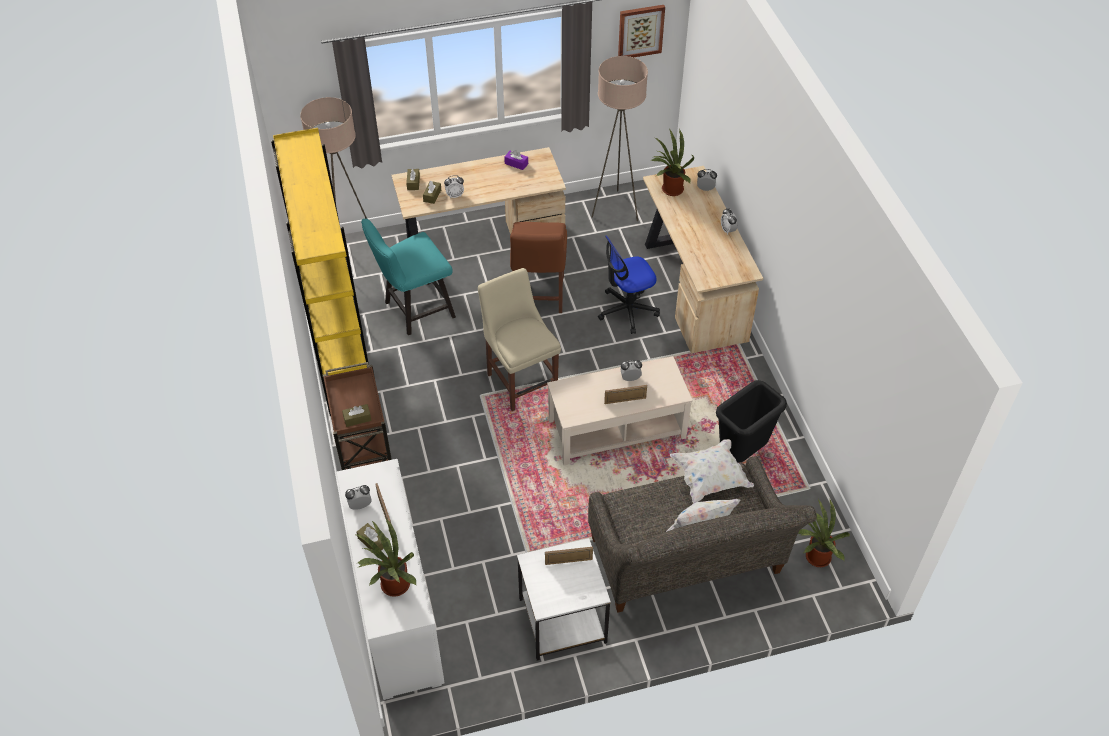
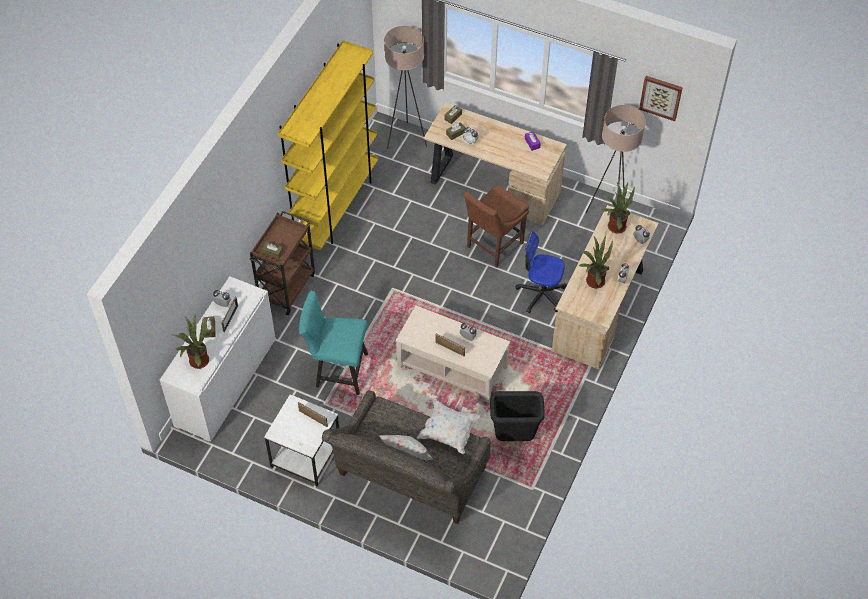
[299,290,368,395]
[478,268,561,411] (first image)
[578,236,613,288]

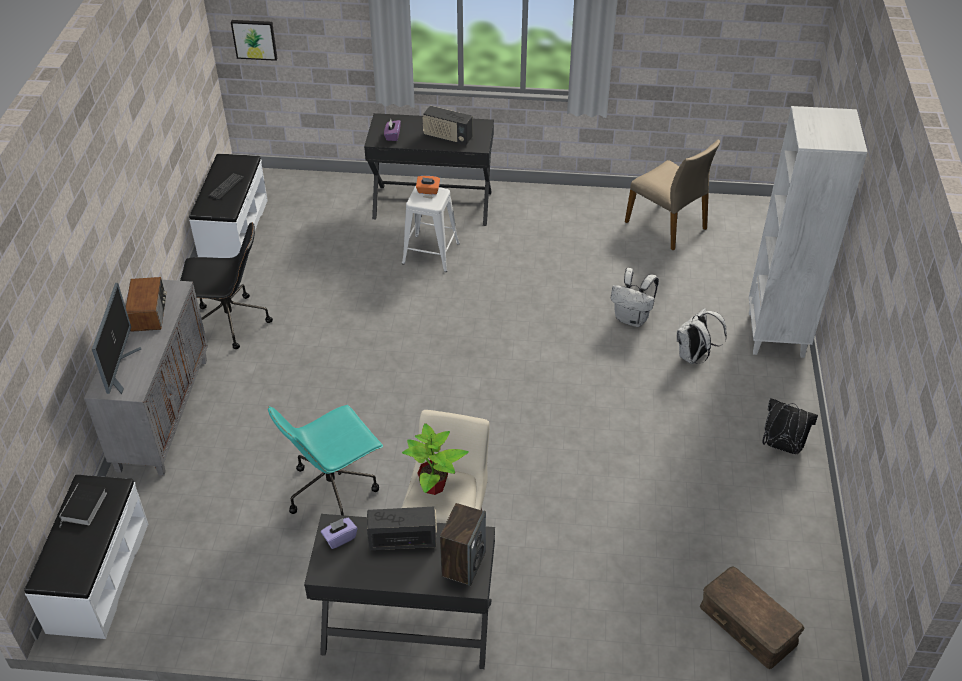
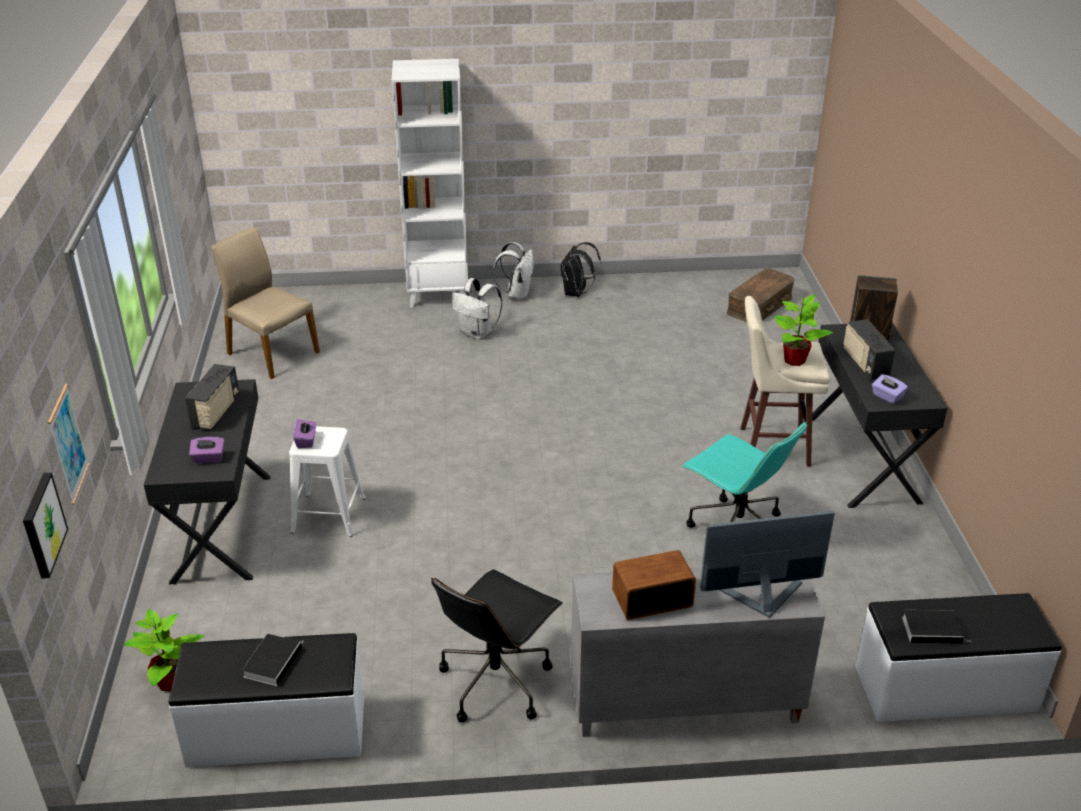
[211,228,320,379]
[242,634,304,686]
[293,419,316,448]
[431,569,563,723]
[493,242,534,300]
[48,384,90,505]
[123,609,204,691]

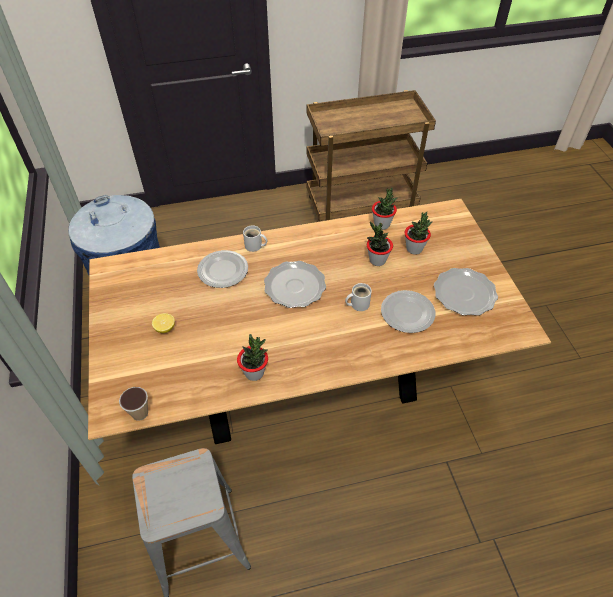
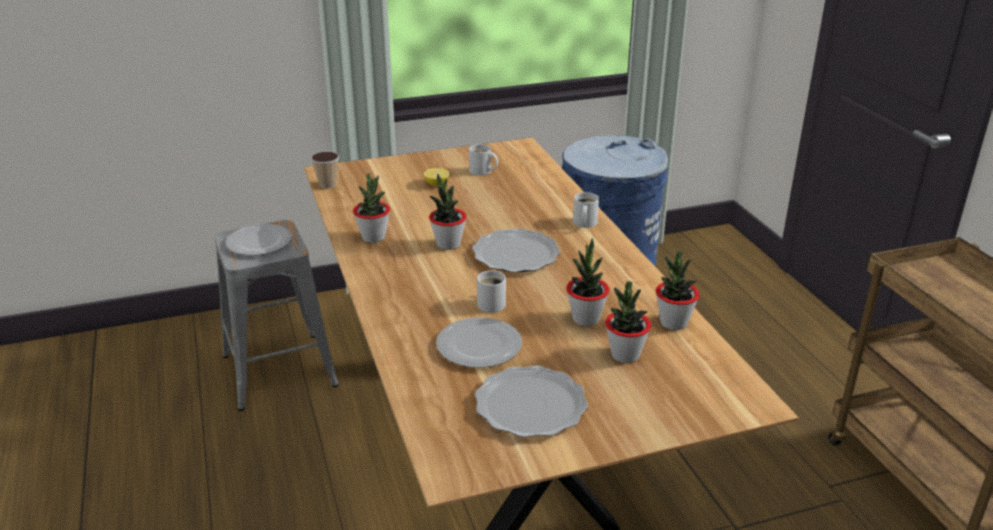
[226,224,292,256]
[469,144,498,176]
[429,173,467,250]

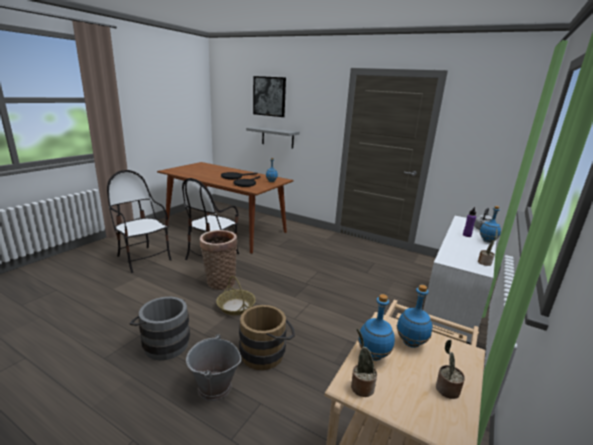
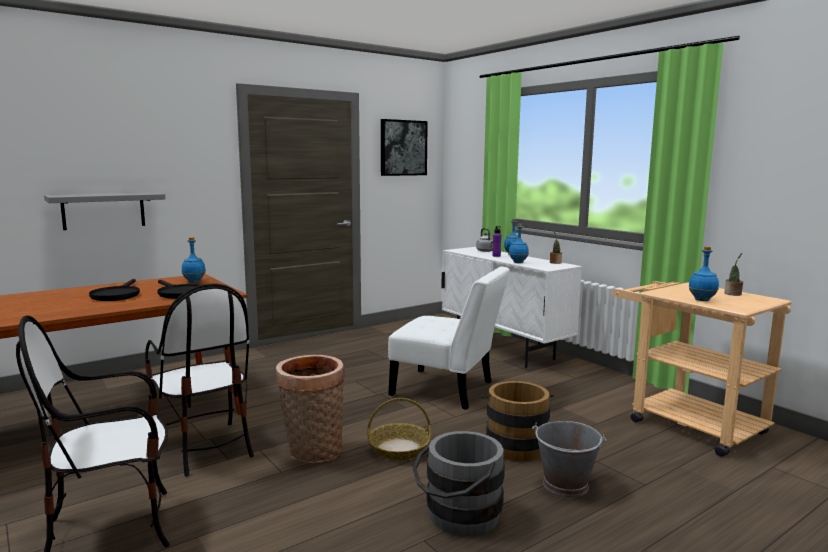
[381,119,428,176]
[509,224,529,263]
[351,329,377,397] (first image)
[388,266,510,410]

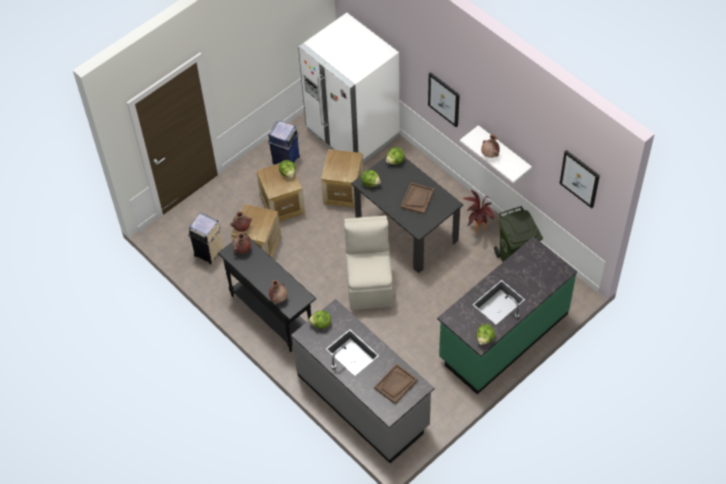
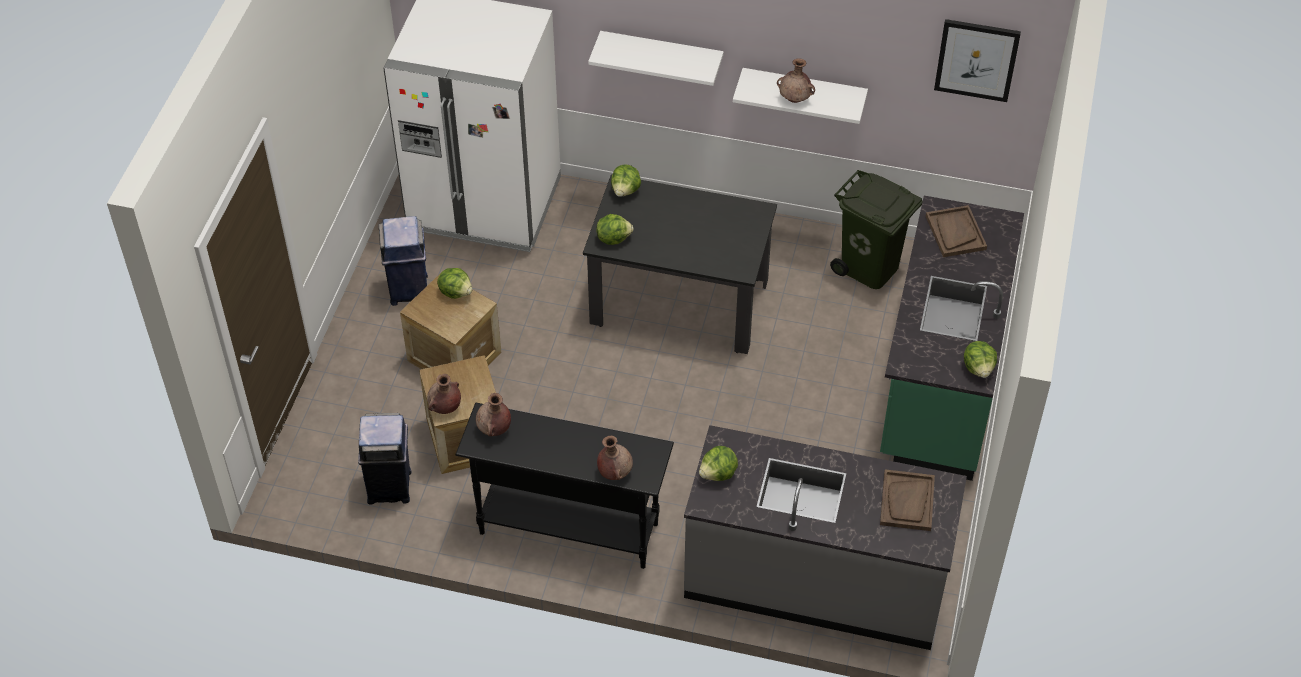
[588,31,724,86]
[321,149,363,208] (first image)
[926,205,987,257]
[463,190,494,233] (first image)
[358,413,412,505]
[344,215,393,310] (first image)

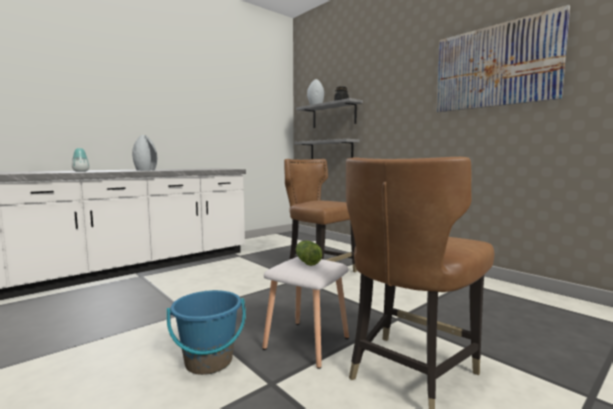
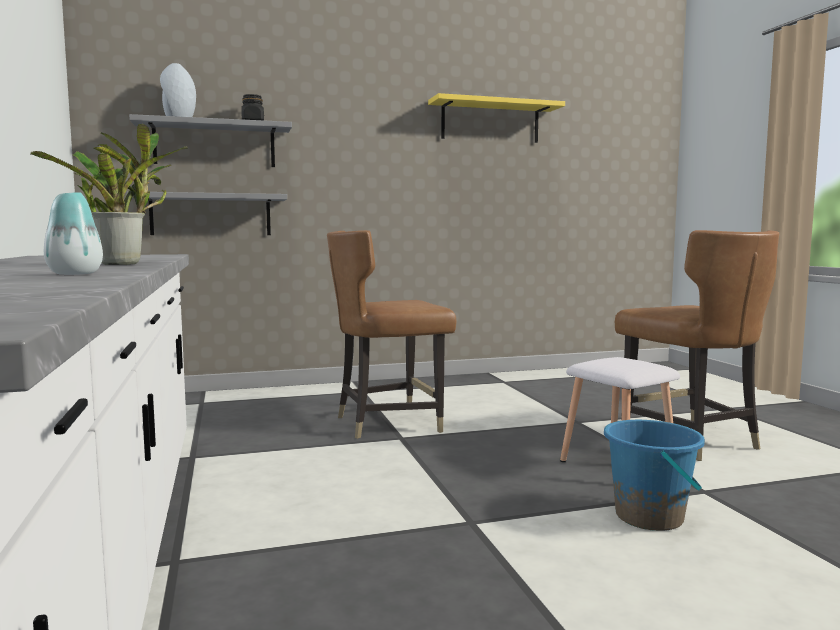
[428,93,565,143]
[30,123,188,265]
[296,240,322,266] (first image)

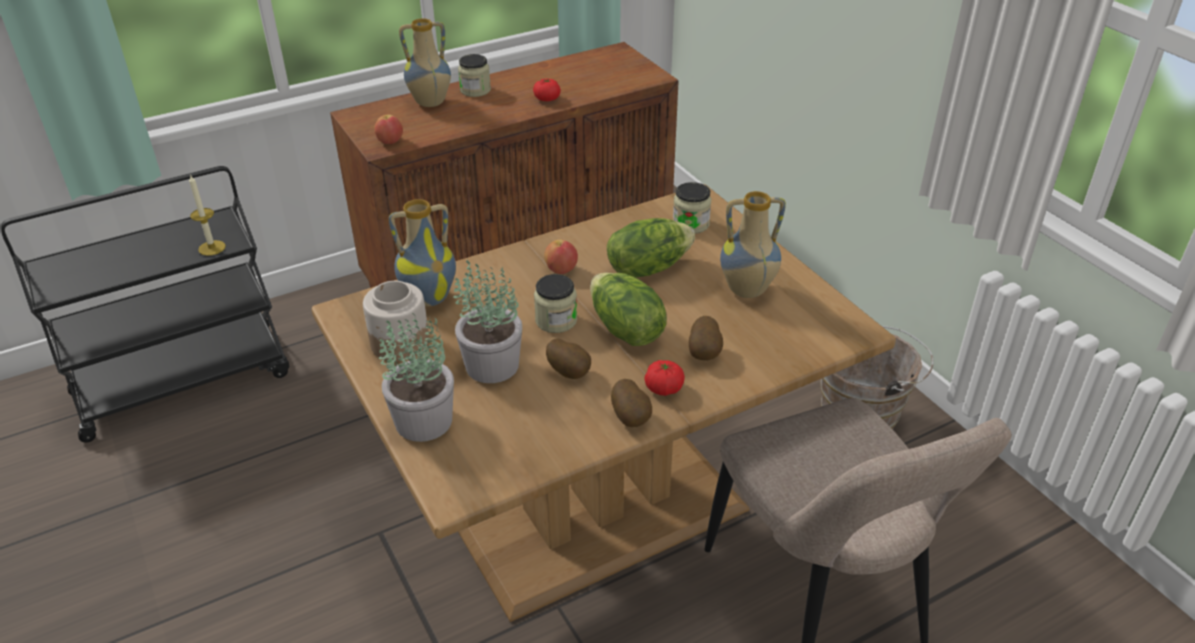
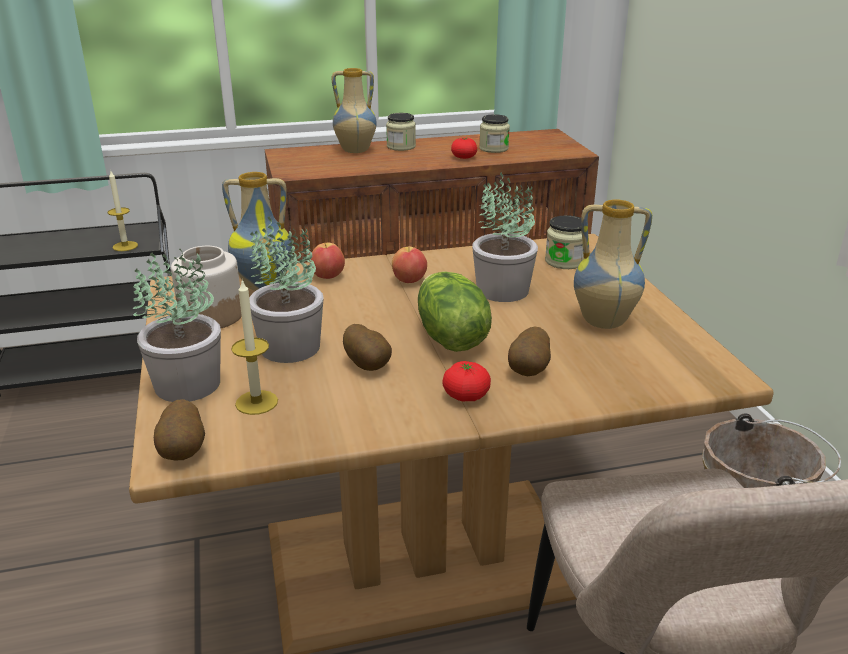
[309,243,345,279]
[472,172,538,302]
[479,114,510,153]
[154,399,205,460]
[231,279,278,415]

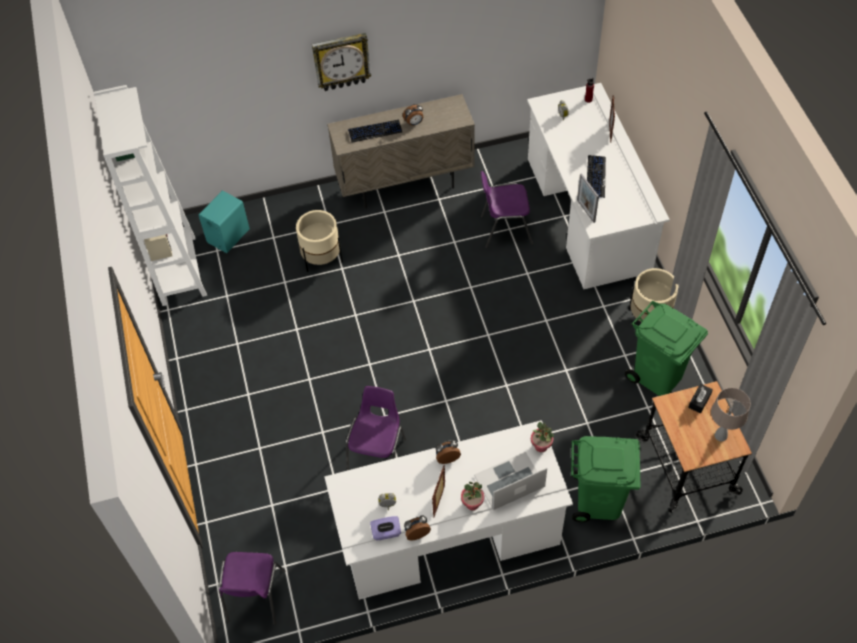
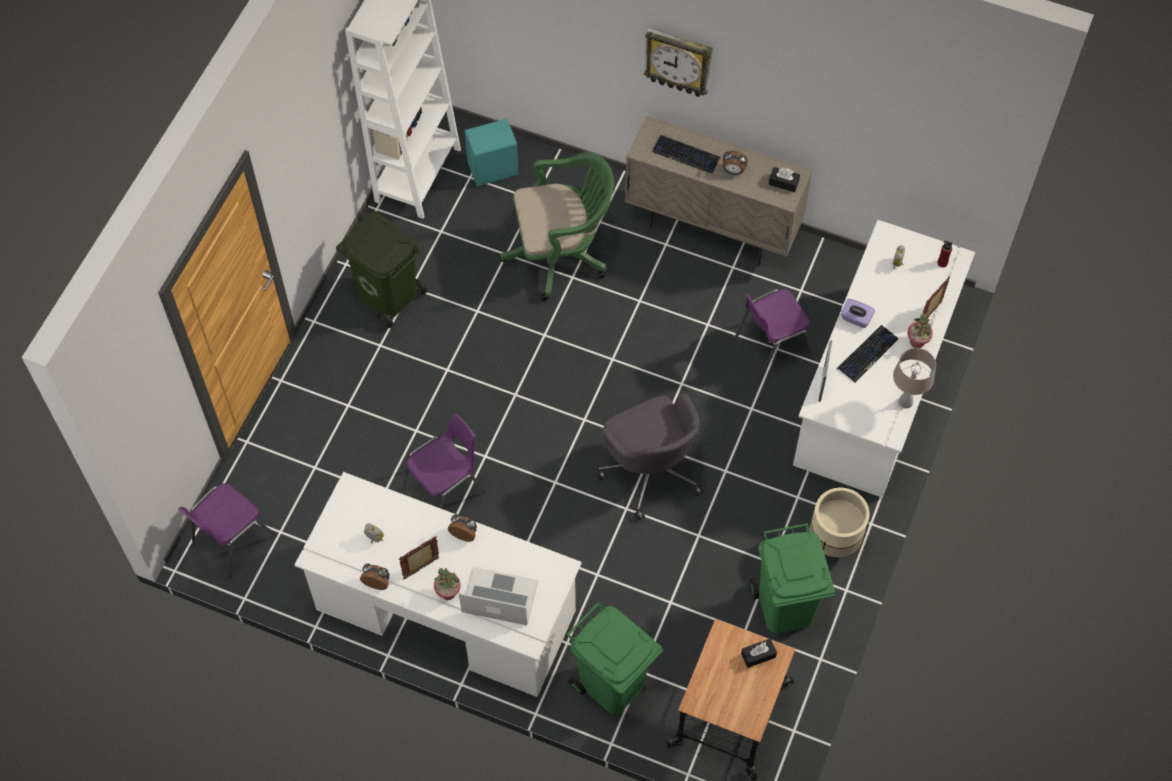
[734,289,813,378]
[500,152,614,301]
[893,348,936,408]
[907,314,933,348]
[841,299,875,328]
[769,167,800,192]
[336,211,427,328]
[597,393,703,520]

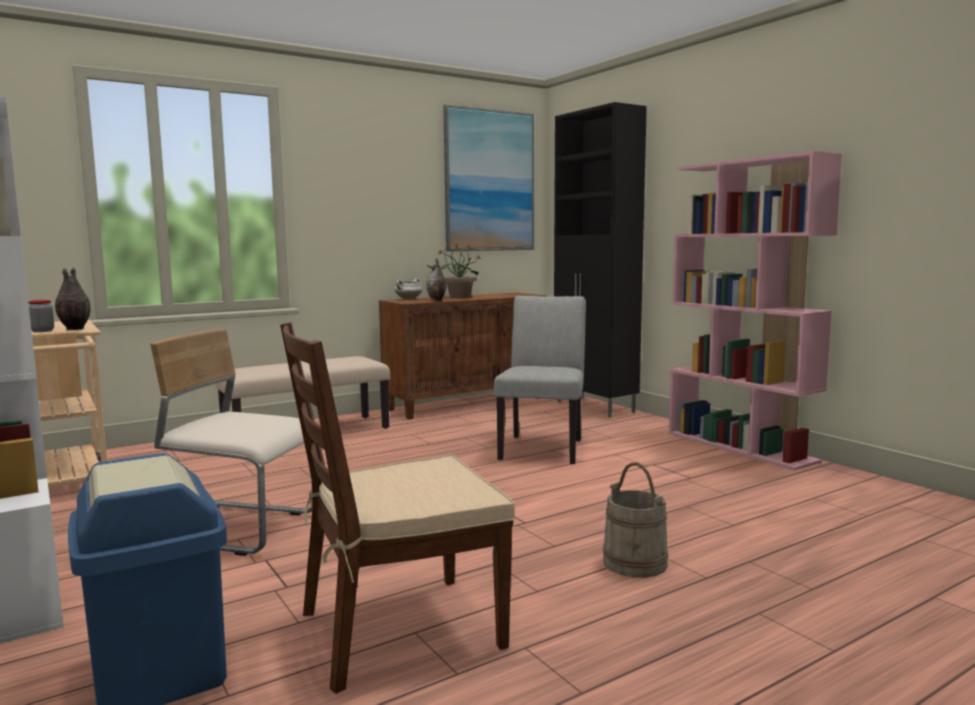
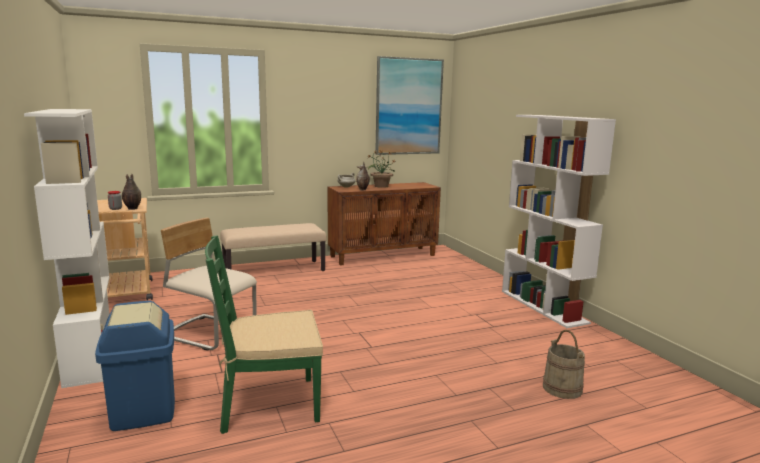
[554,102,647,417] (first image)
[502,115,616,328]
[494,296,586,464] (first image)
[205,235,323,434]
[543,330,585,399]

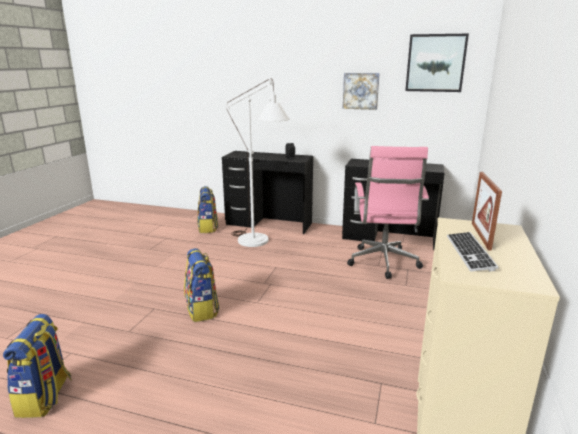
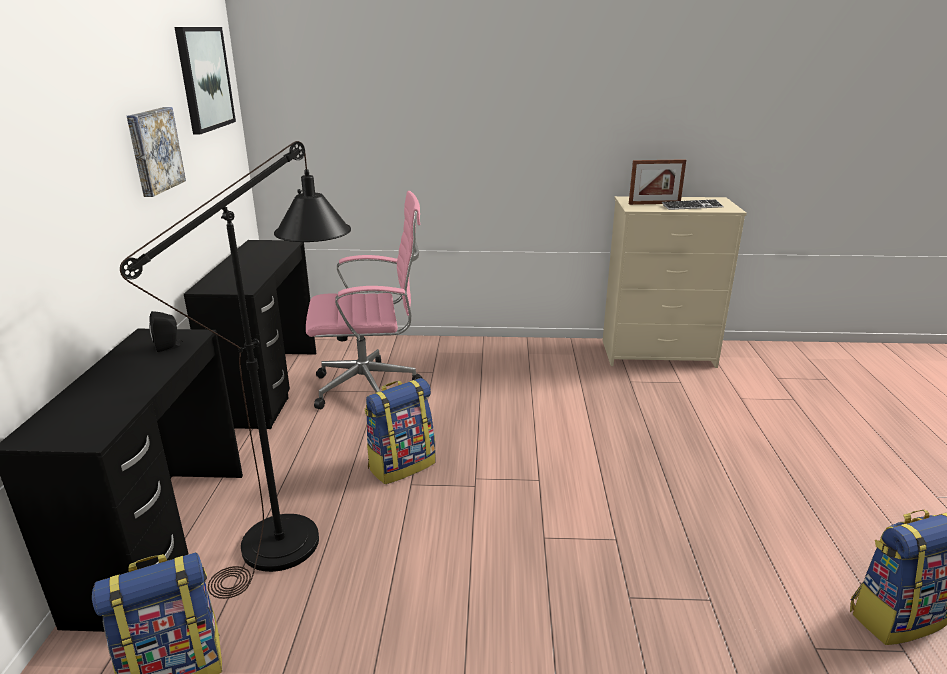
[120,141,351,599]
[365,378,435,484]

